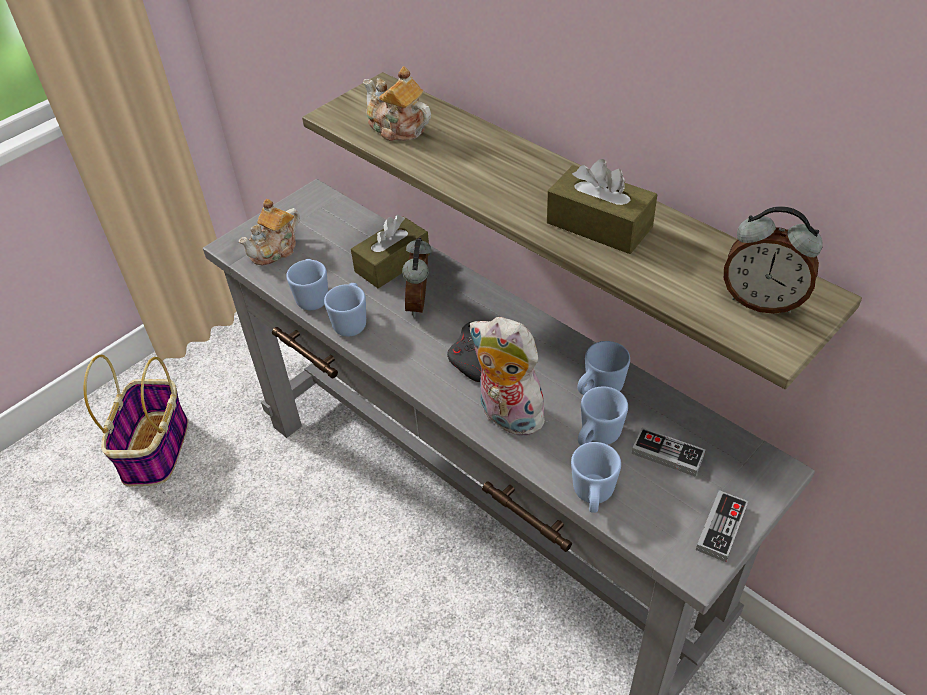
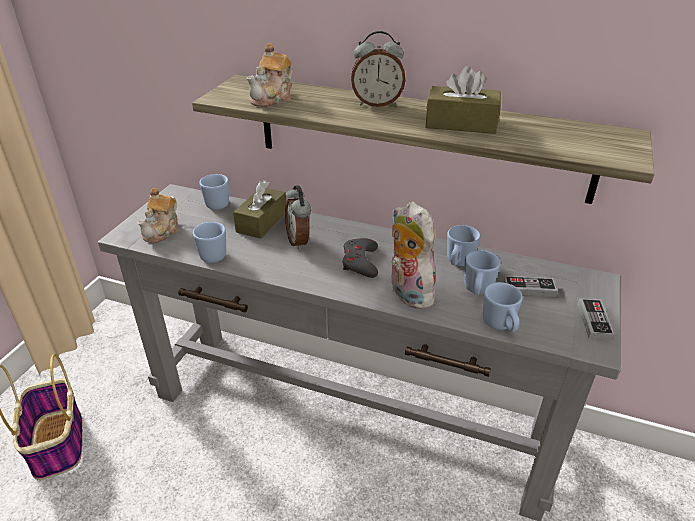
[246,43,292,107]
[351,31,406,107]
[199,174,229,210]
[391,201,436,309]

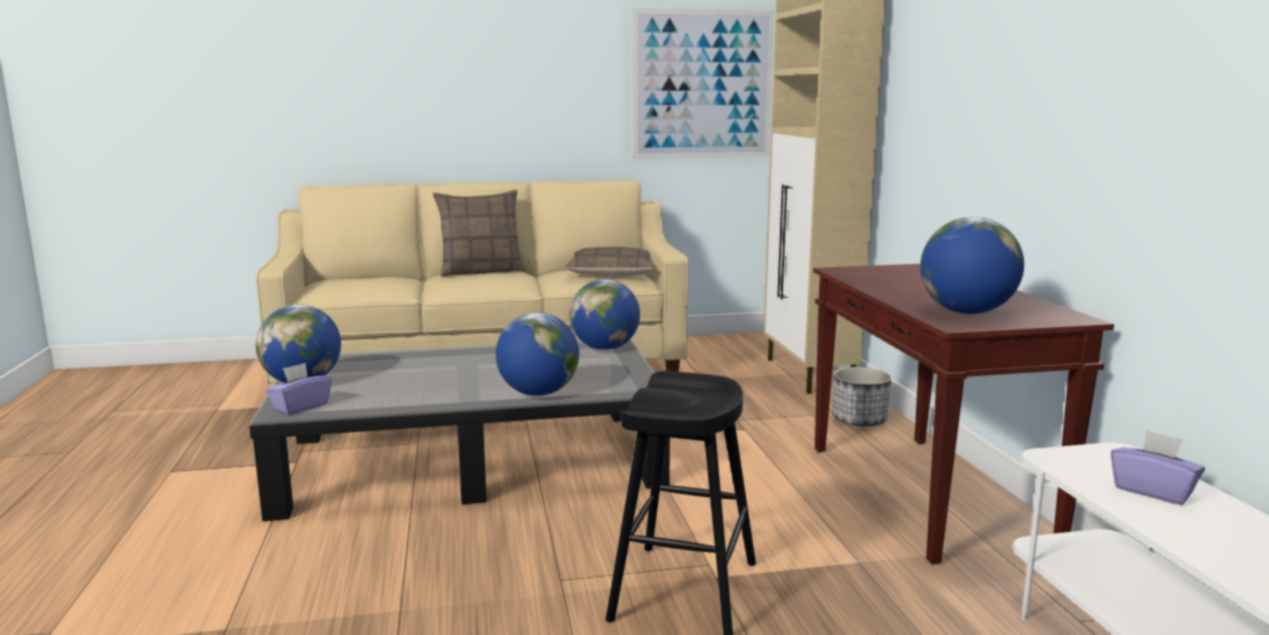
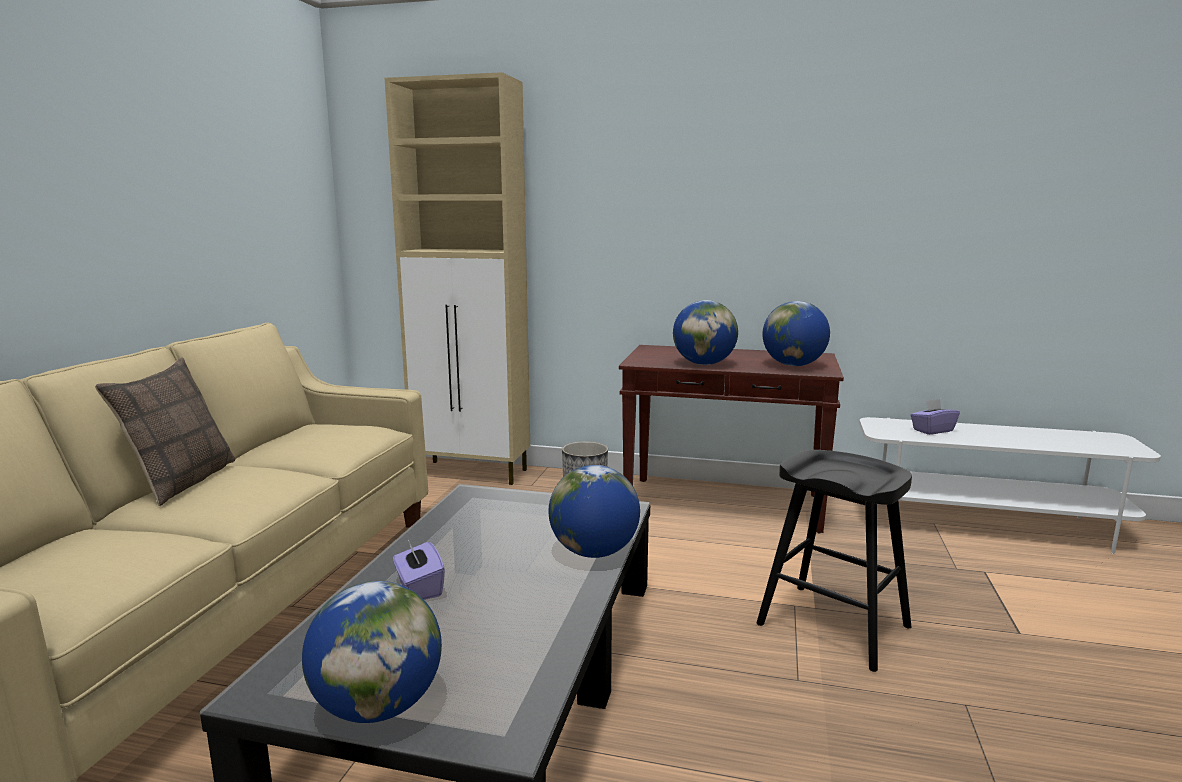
[632,8,774,159] (first image)
[565,247,654,277] (first image)
[673,300,738,365]
[393,539,445,600]

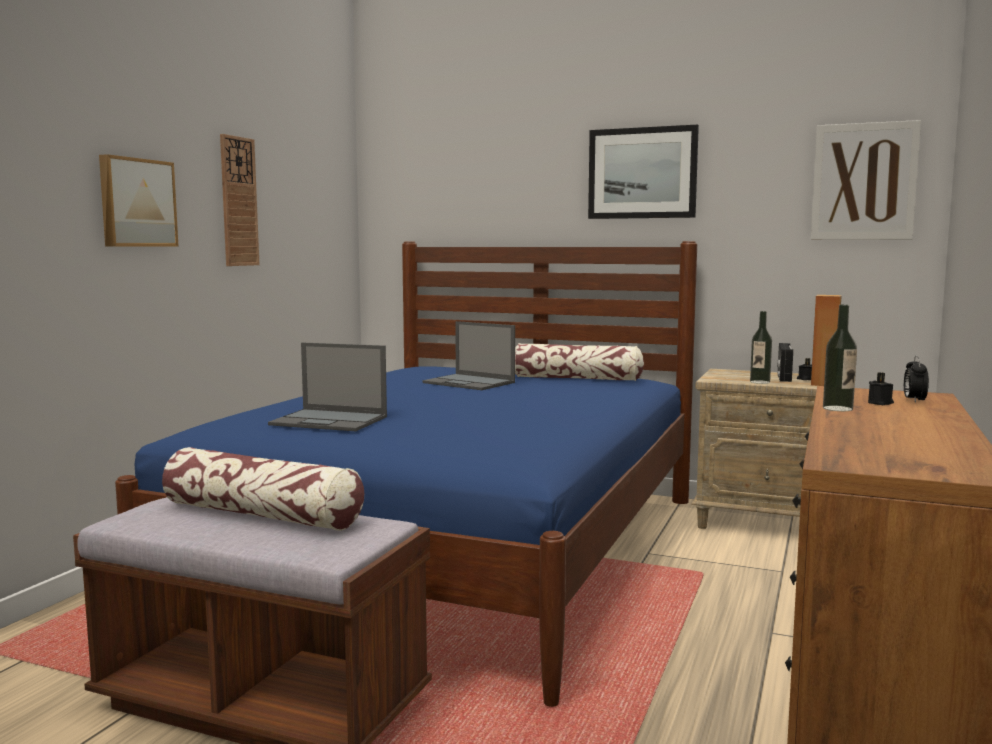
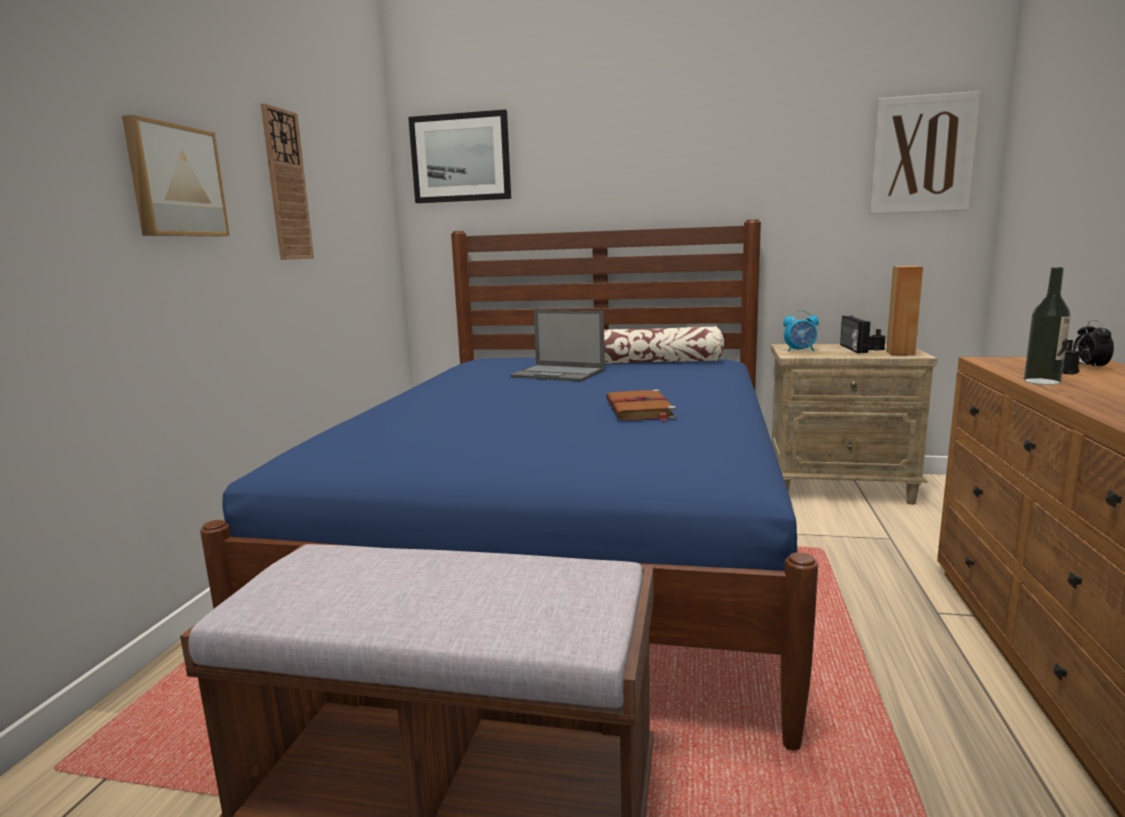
[408,110,511,203]
[750,311,772,384] (first image)
[268,342,387,431] (first image)
[162,447,364,531] (first image)
[783,310,819,352]
[606,389,677,421]

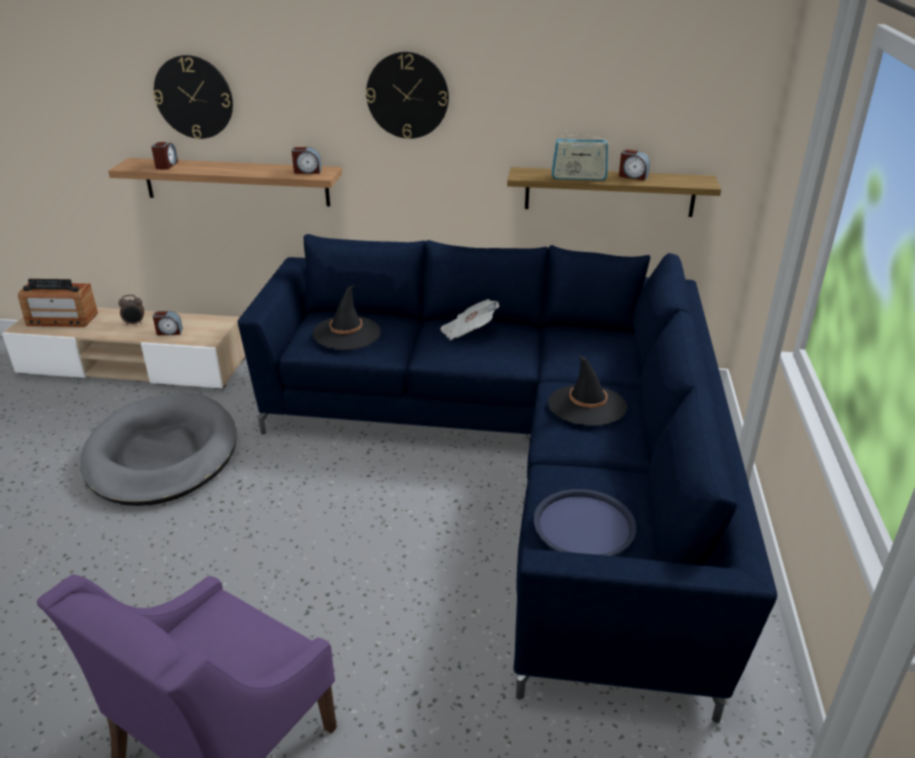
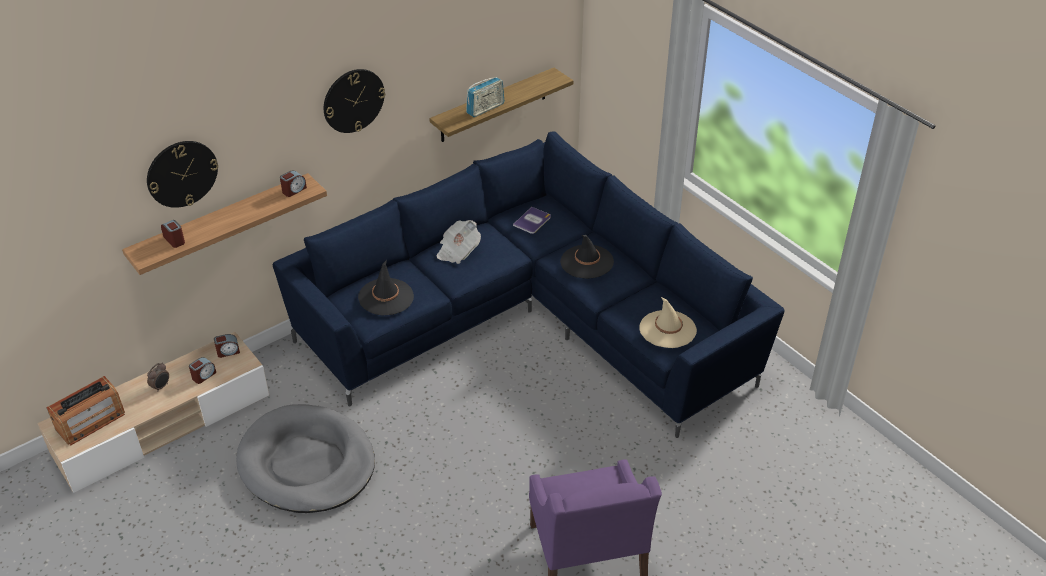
[214,334,240,358]
[639,297,697,348]
[513,207,551,234]

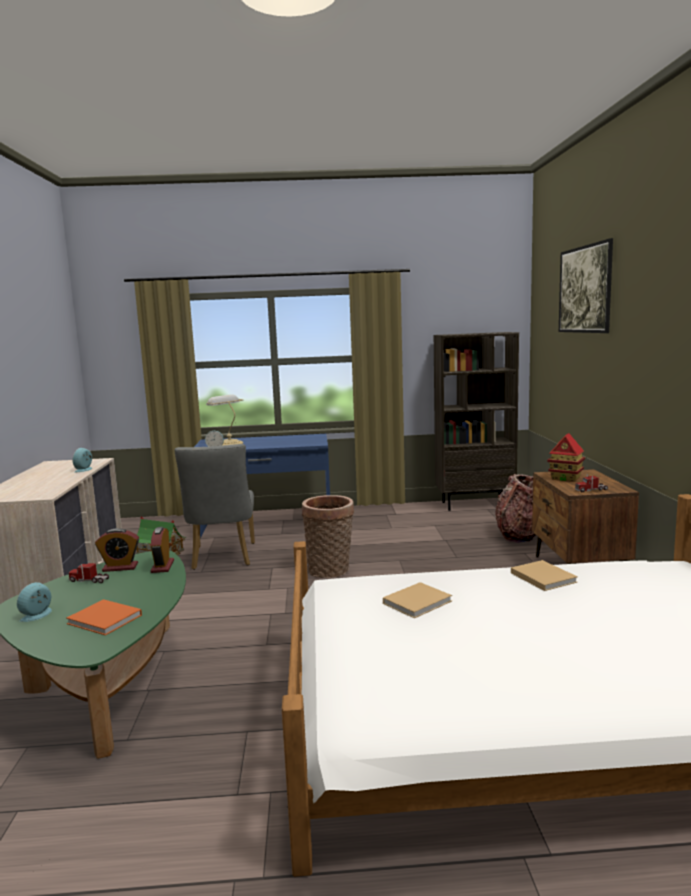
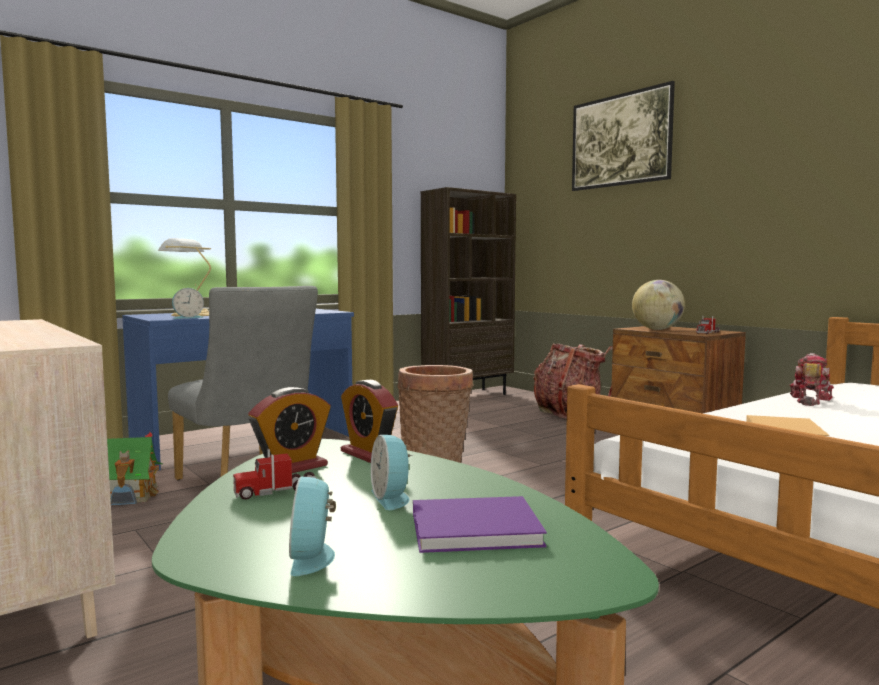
[632,280,685,330]
[371,435,413,510]
[790,353,834,406]
[413,496,547,553]

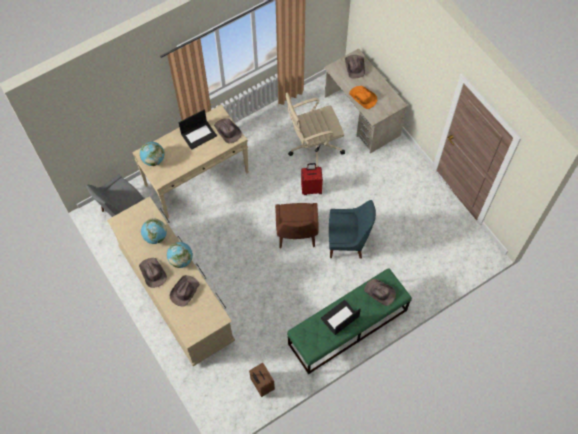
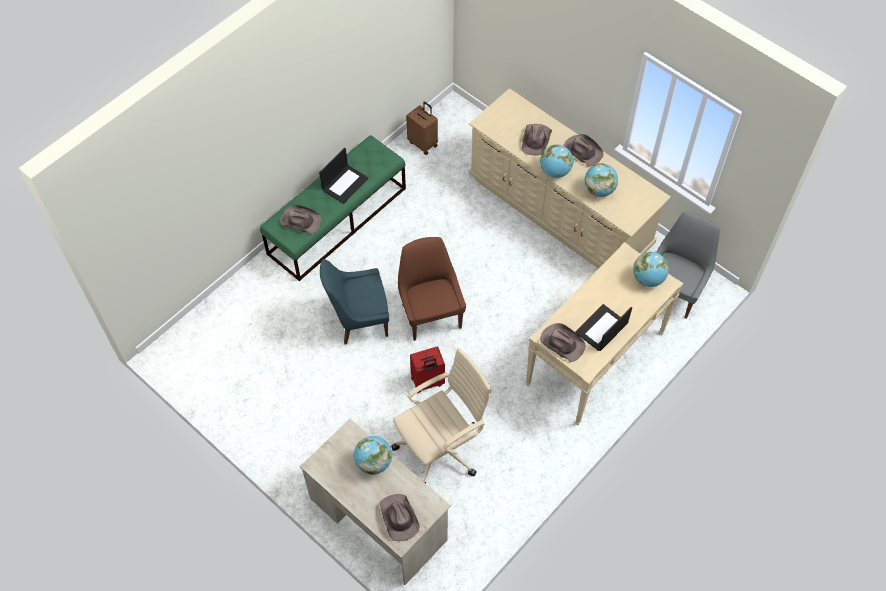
[354,436,392,475]

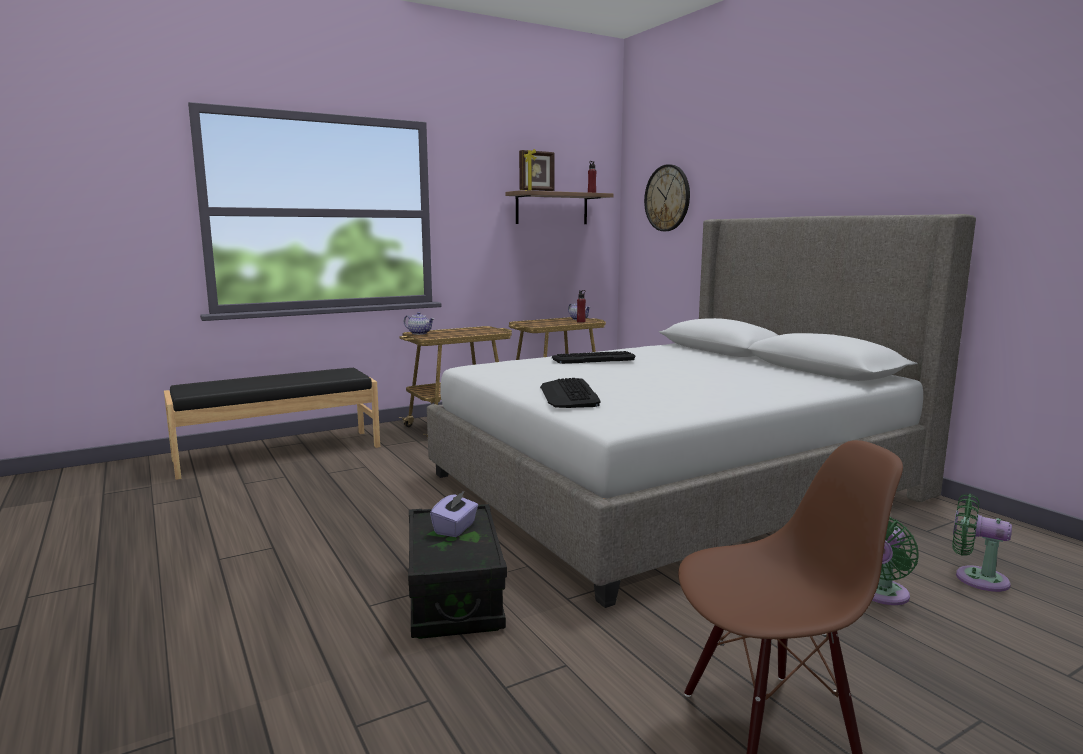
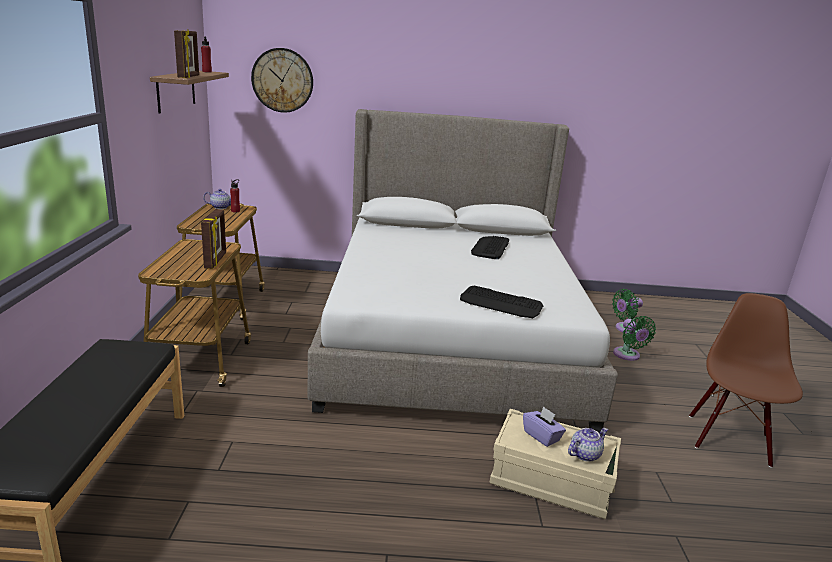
[568,428,608,462]
[471,236,509,259]
[490,409,621,519]
[201,209,226,269]

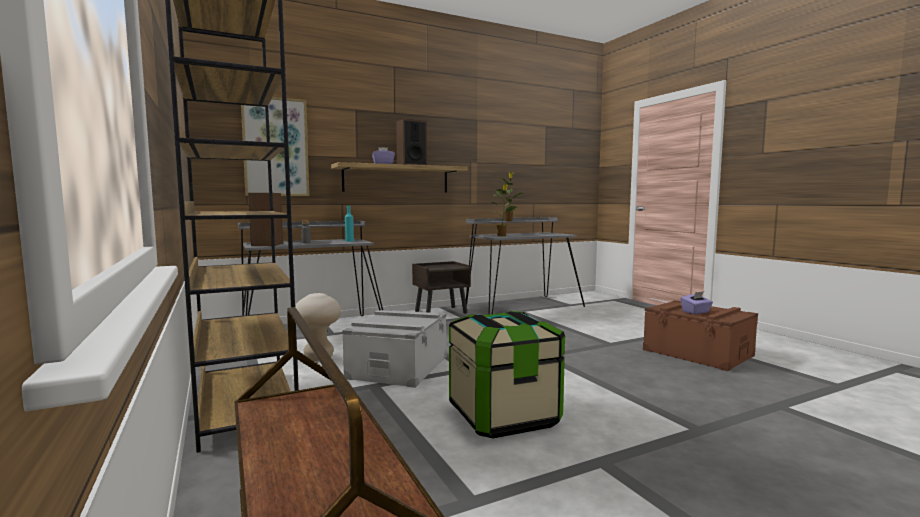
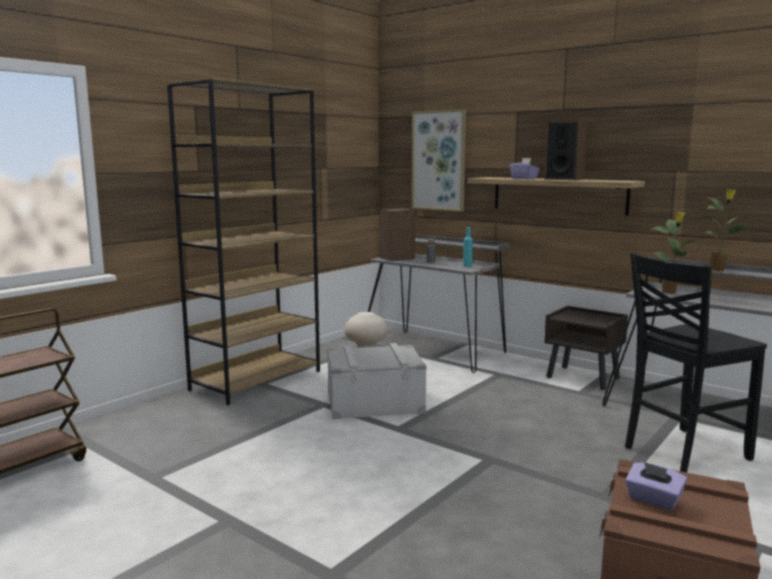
[449,311,565,439] (first image)
[625,253,767,473]

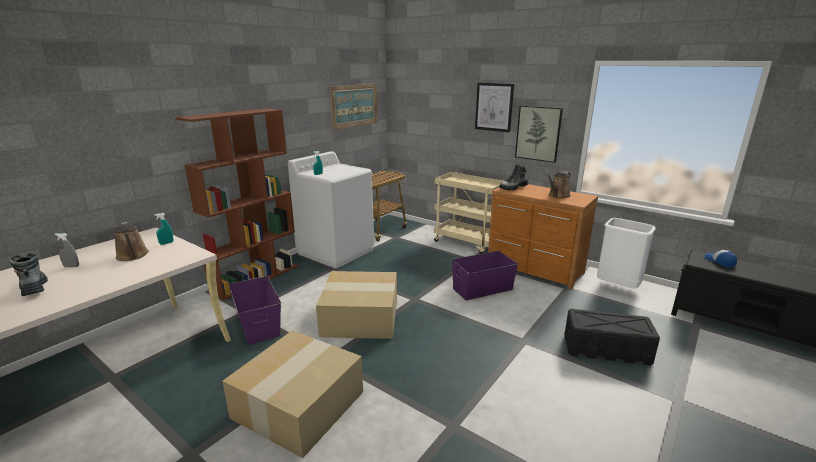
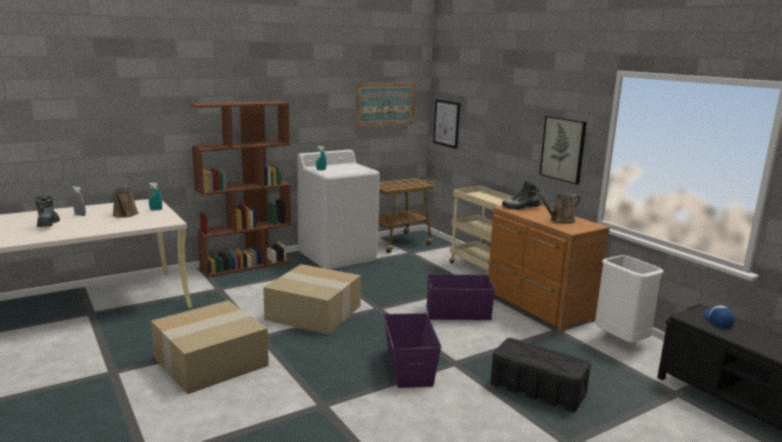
[433,99,460,149]
[384,313,442,388]

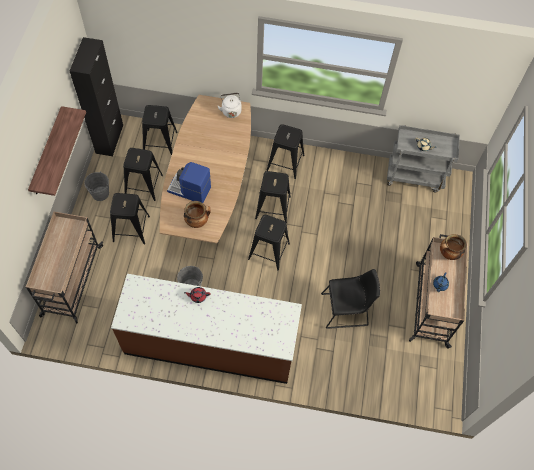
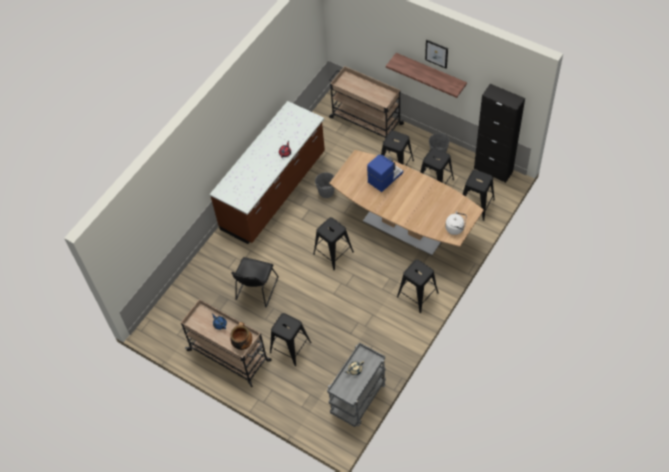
[270,313,311,366]
[184,201,211,228] (first image)
[425,40,448,69]

